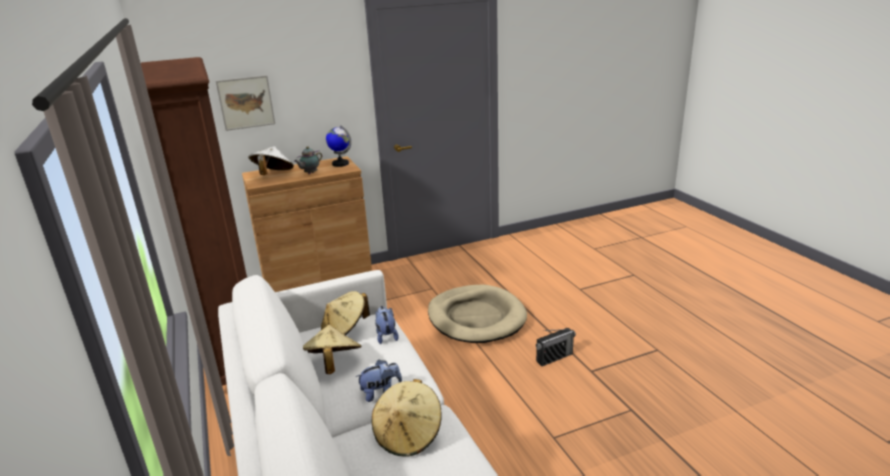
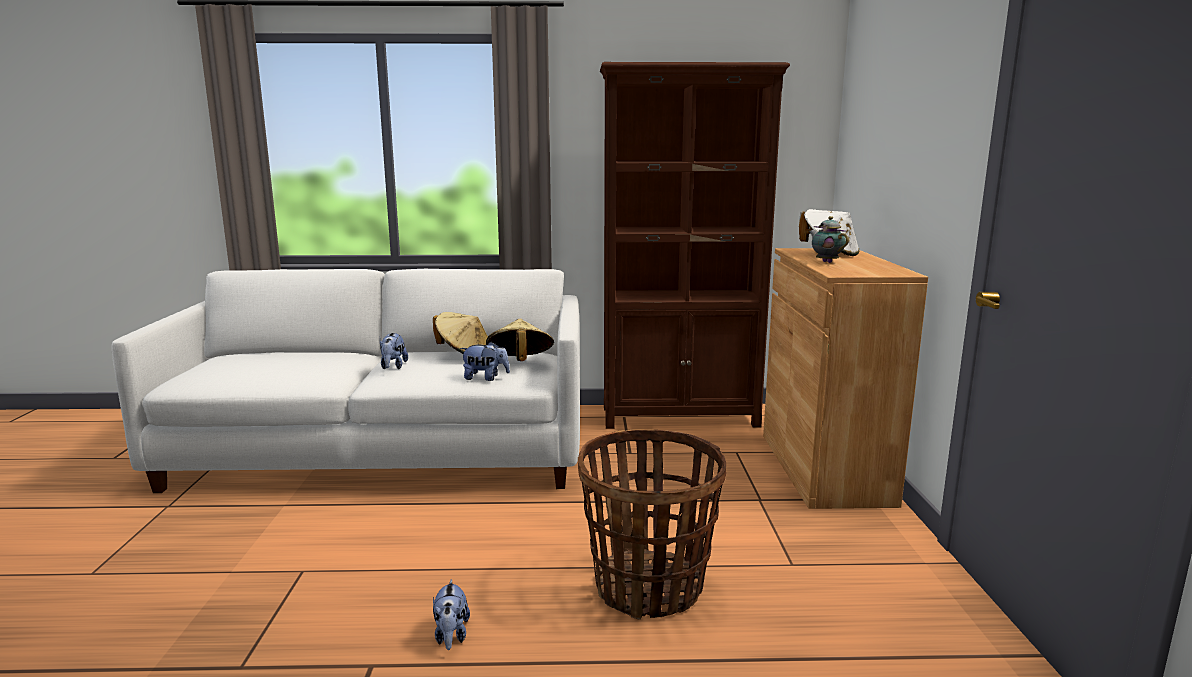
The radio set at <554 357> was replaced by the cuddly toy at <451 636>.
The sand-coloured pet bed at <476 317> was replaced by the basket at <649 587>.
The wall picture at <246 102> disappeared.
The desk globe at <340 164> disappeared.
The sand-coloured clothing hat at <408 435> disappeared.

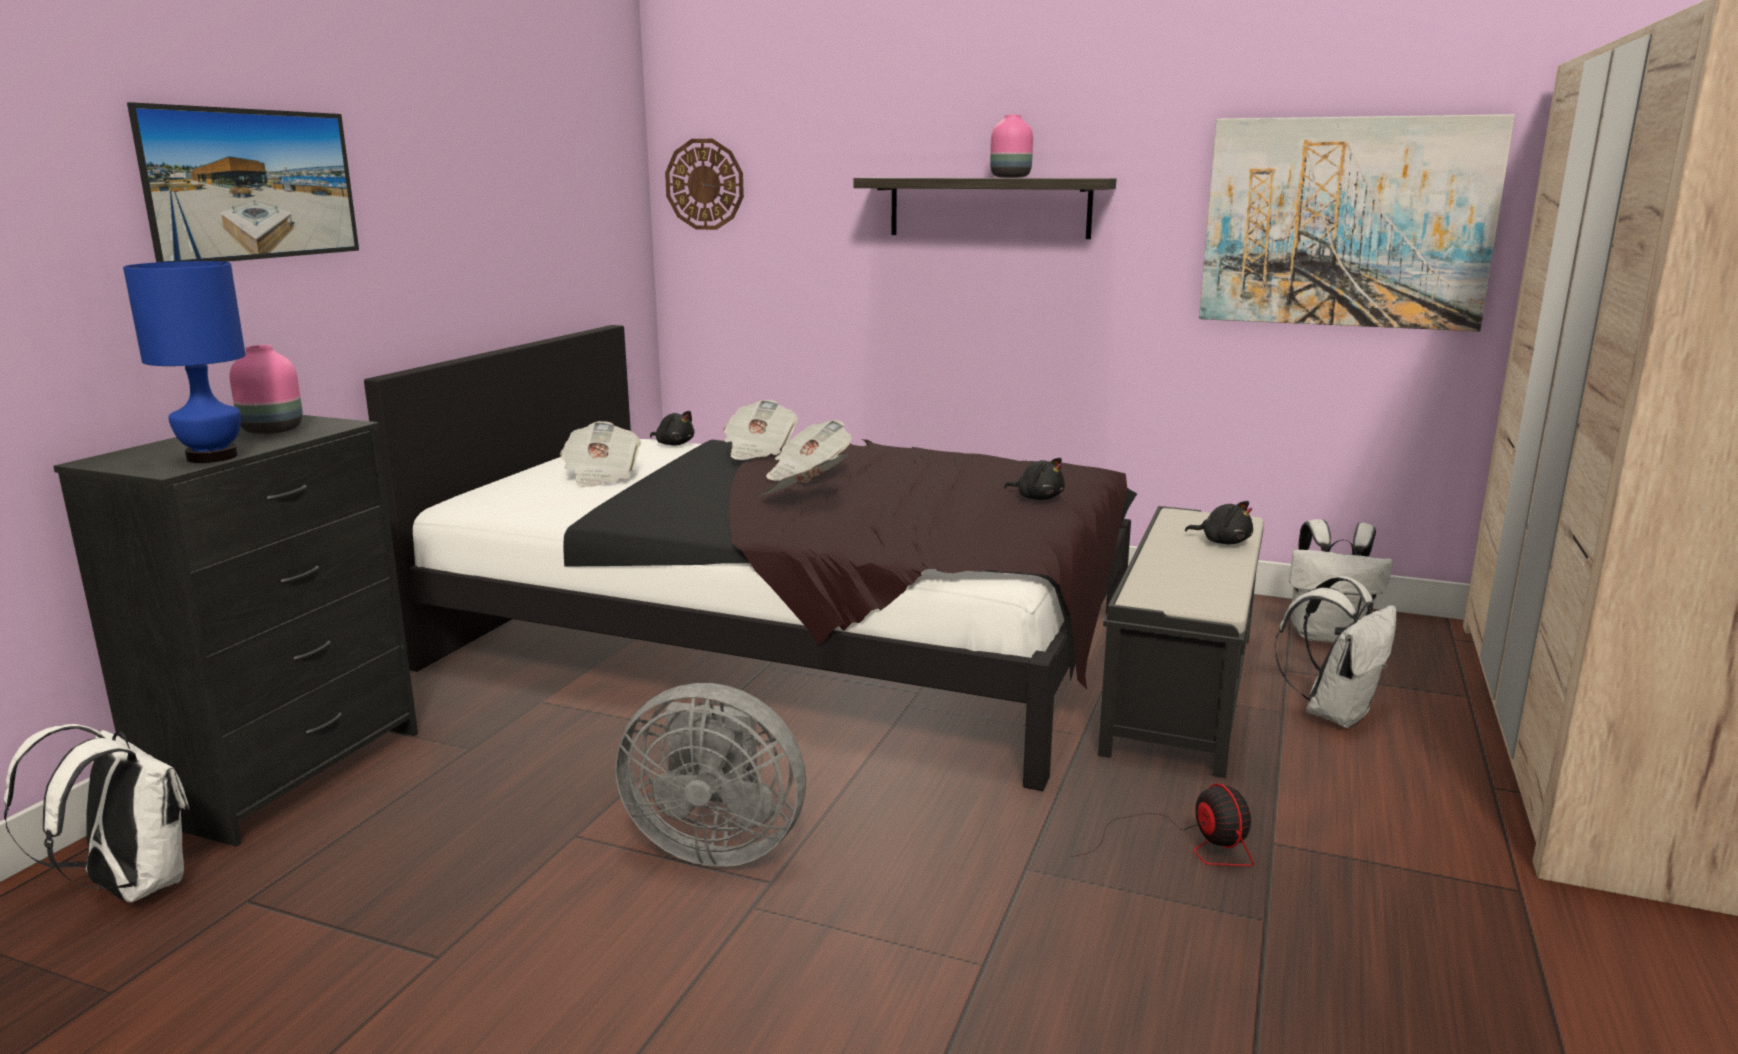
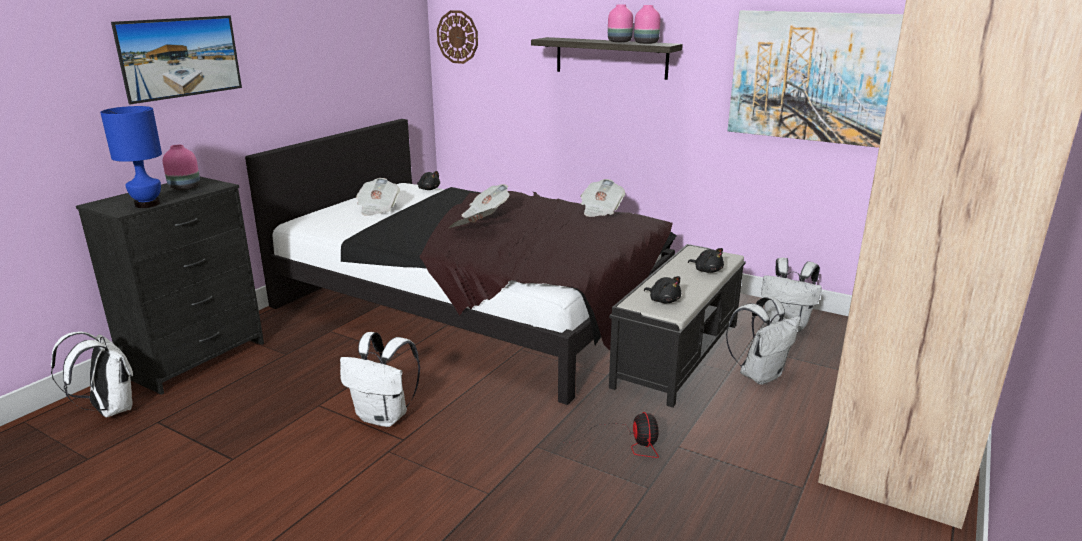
The gray cooling fan at <715 844> was replaced by the whitish knapsack at <384 417>.
The printed paper moved from <758 451> to <600 210>.
The pinkish vase at <645 43> appeared.
The blackish cuddly toy moved from <1037 498> to <663 300>.

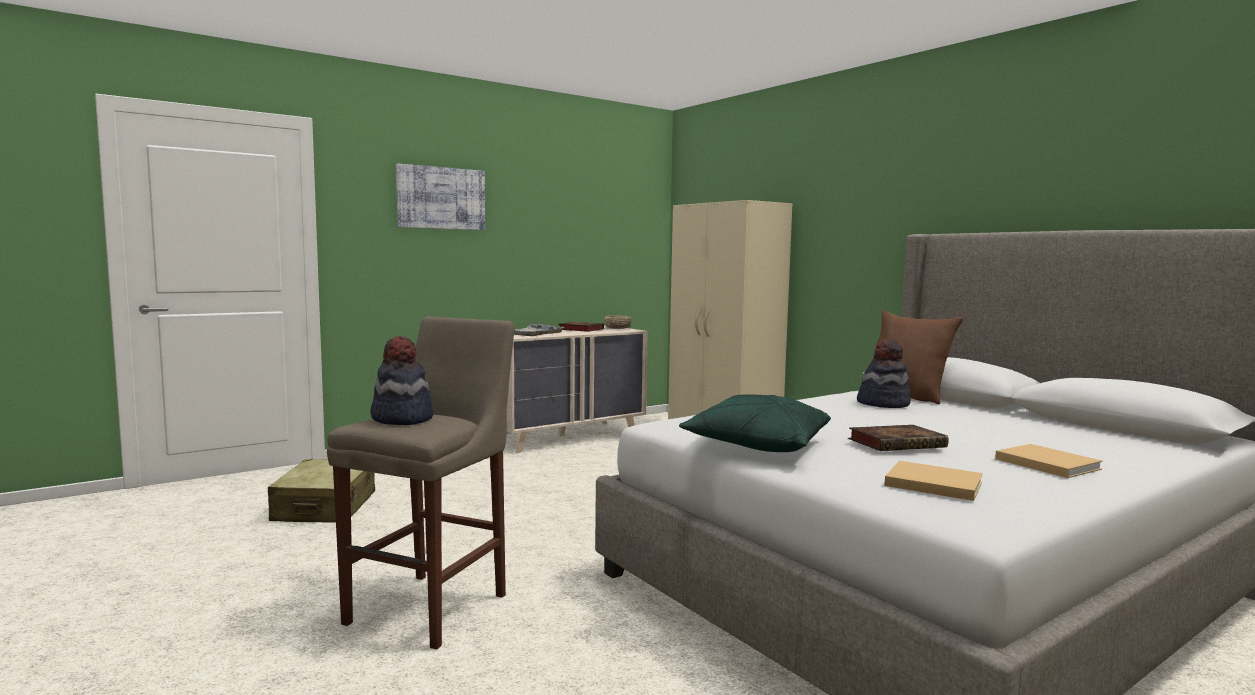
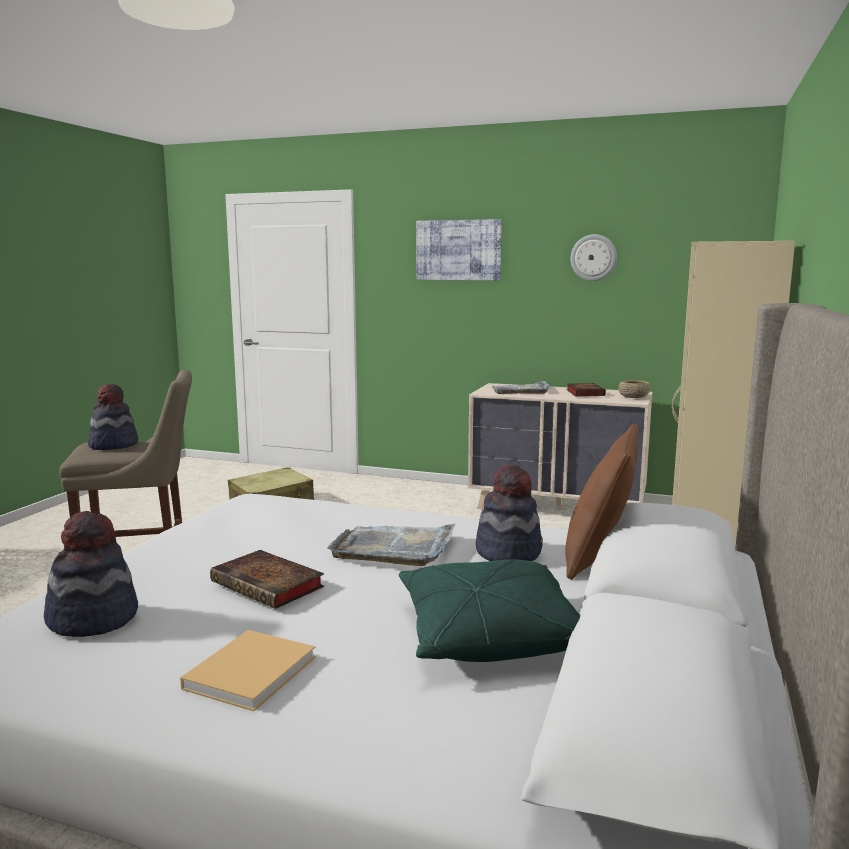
The sand-coloured bound book at <930 483> was replaced by the clothing hat at <93 619>.
The gray tray at <394 547> appeared.
The green throw pillow moved from <757 445> to <488 635>.
The hanging clock at <593 257> appeared.

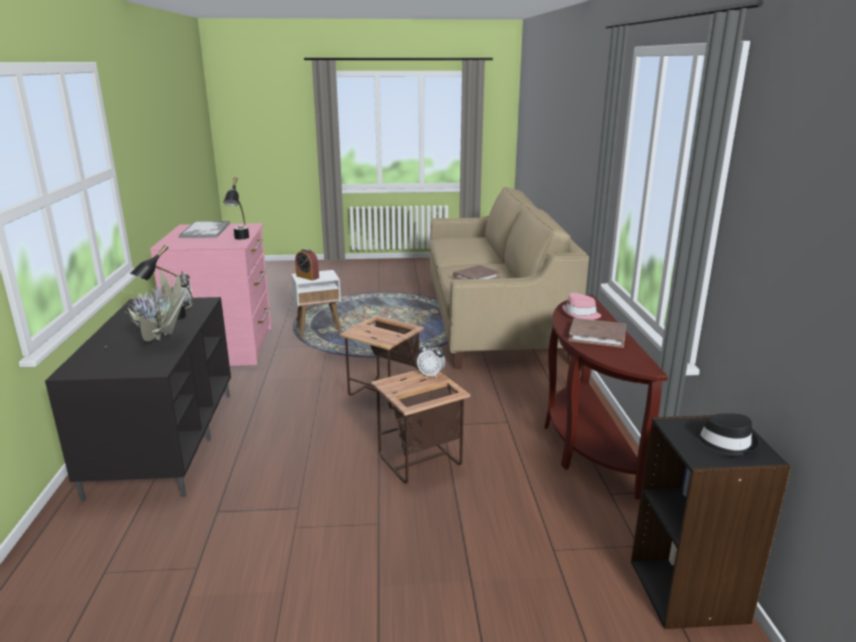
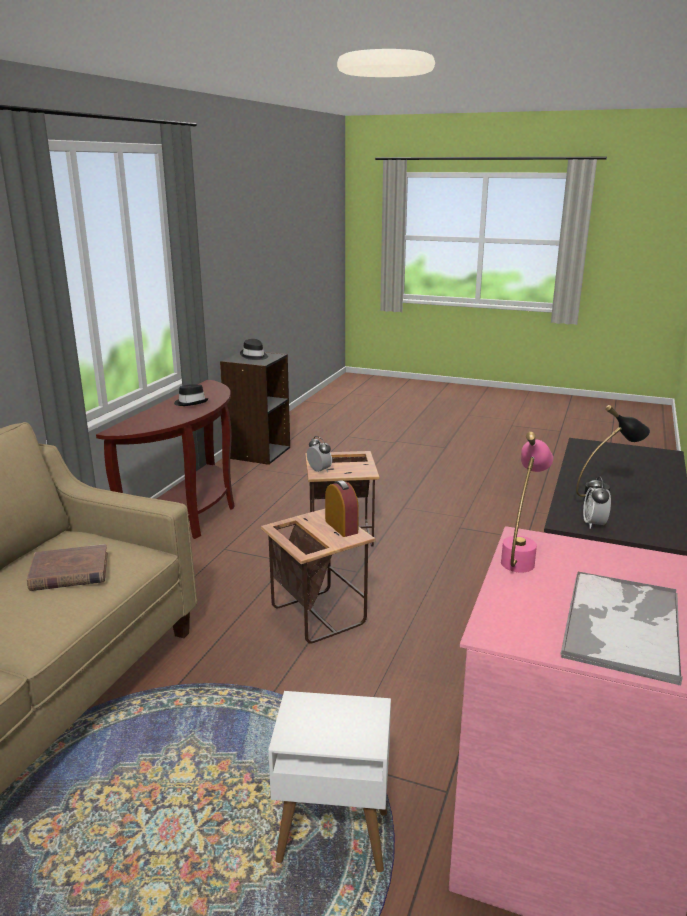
The brown bound book at <597 335> was replaced by the blackish clothing hat at <191 402>.
The table clock moved from <307 277> to <341 527>.
The blackish table lamp at <240 239> became the pinkish table lamp at <521 556>.
The plant in a pot at <161 344> disappeared.
The pinkish clothing hat at <580 314> disappeared.

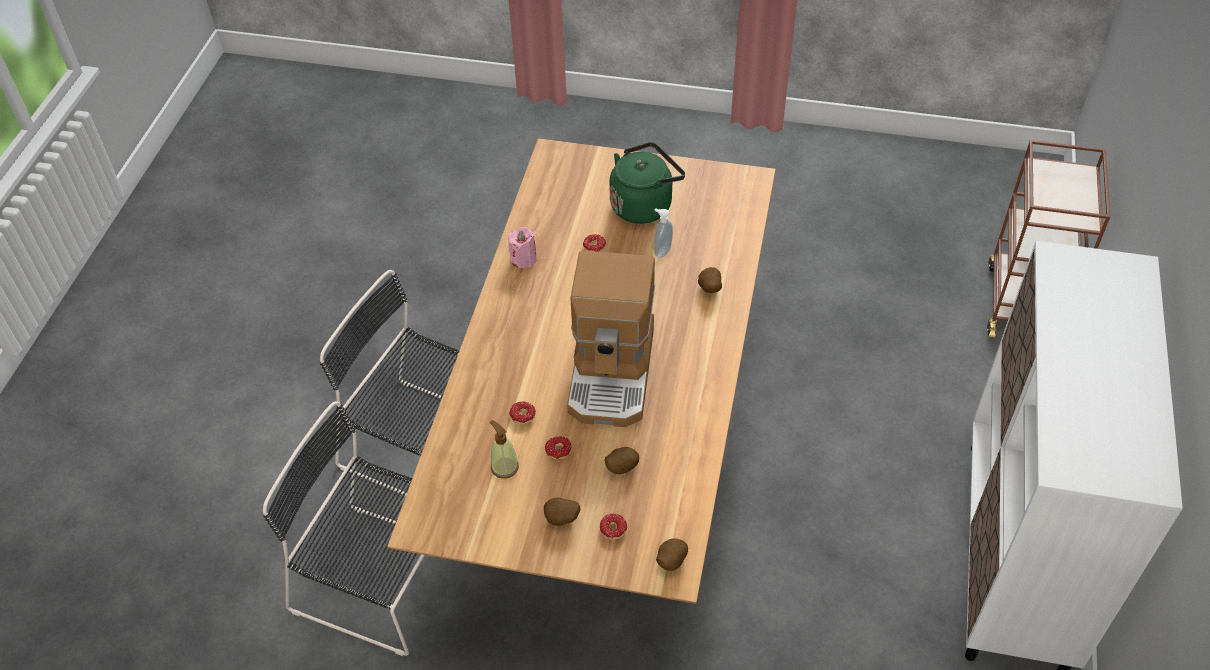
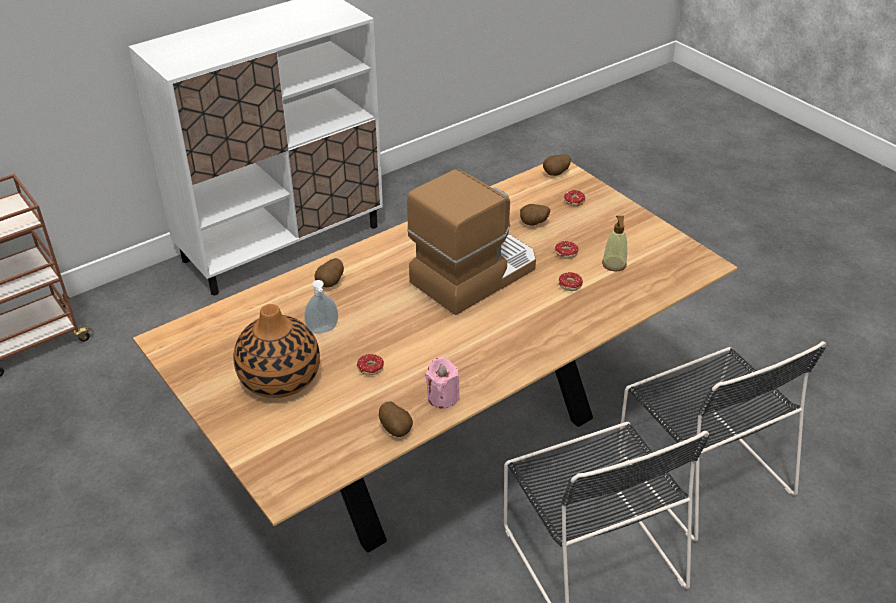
The green tea kettle at <644 204> was replaced by the vase at <279 377>.
The spud moved from <562 520> to <397 429>.

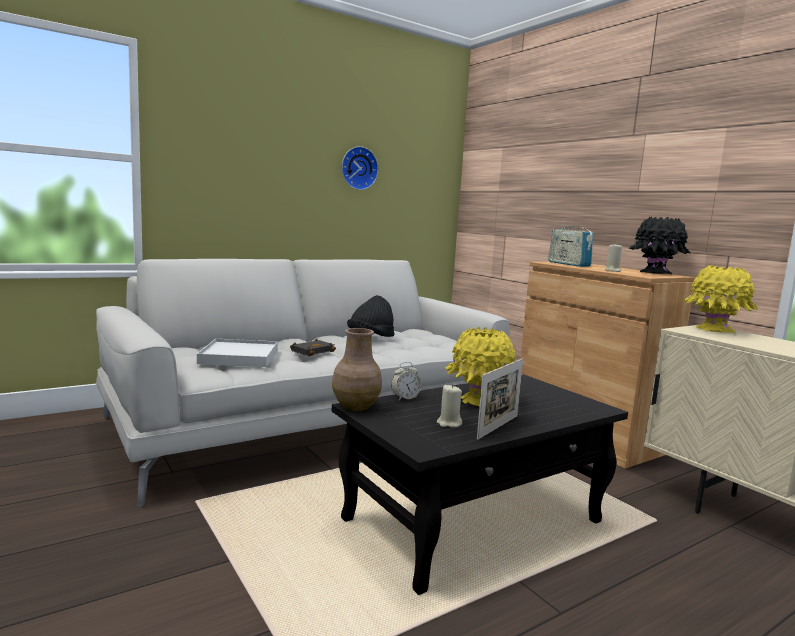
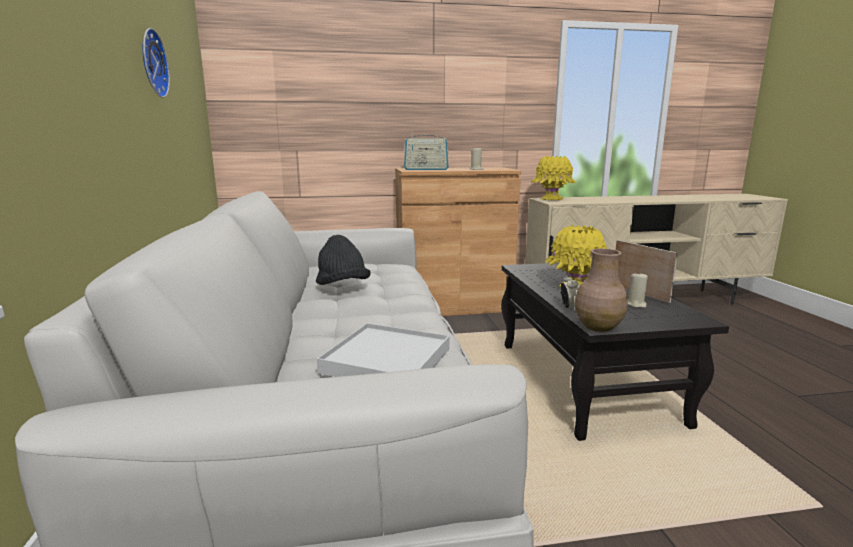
The blackish bound book at <312 351> disappeared.
The blackish vase at <656 273> disappeared.

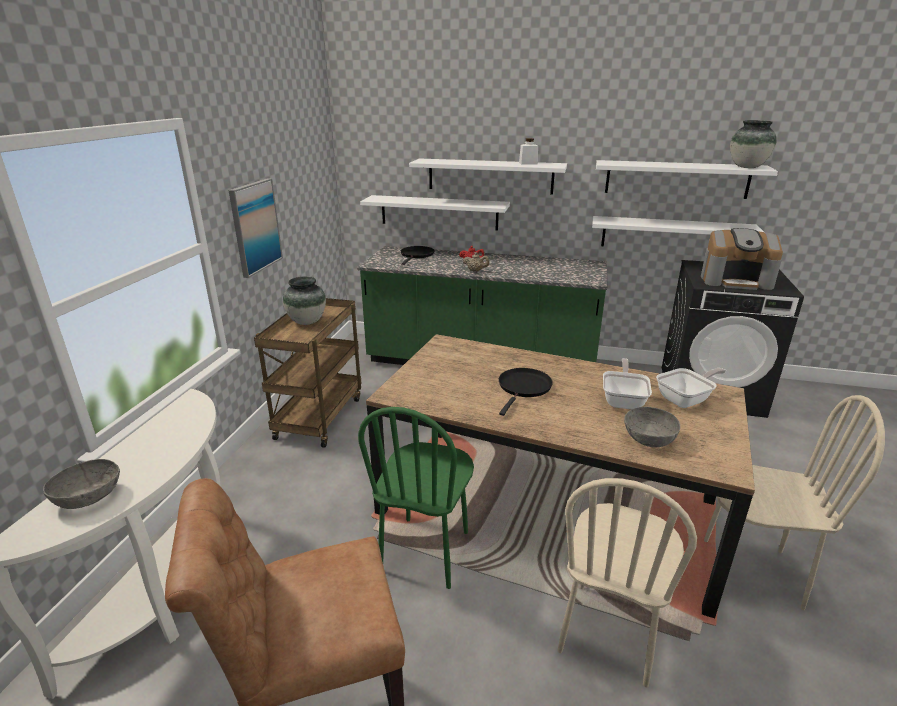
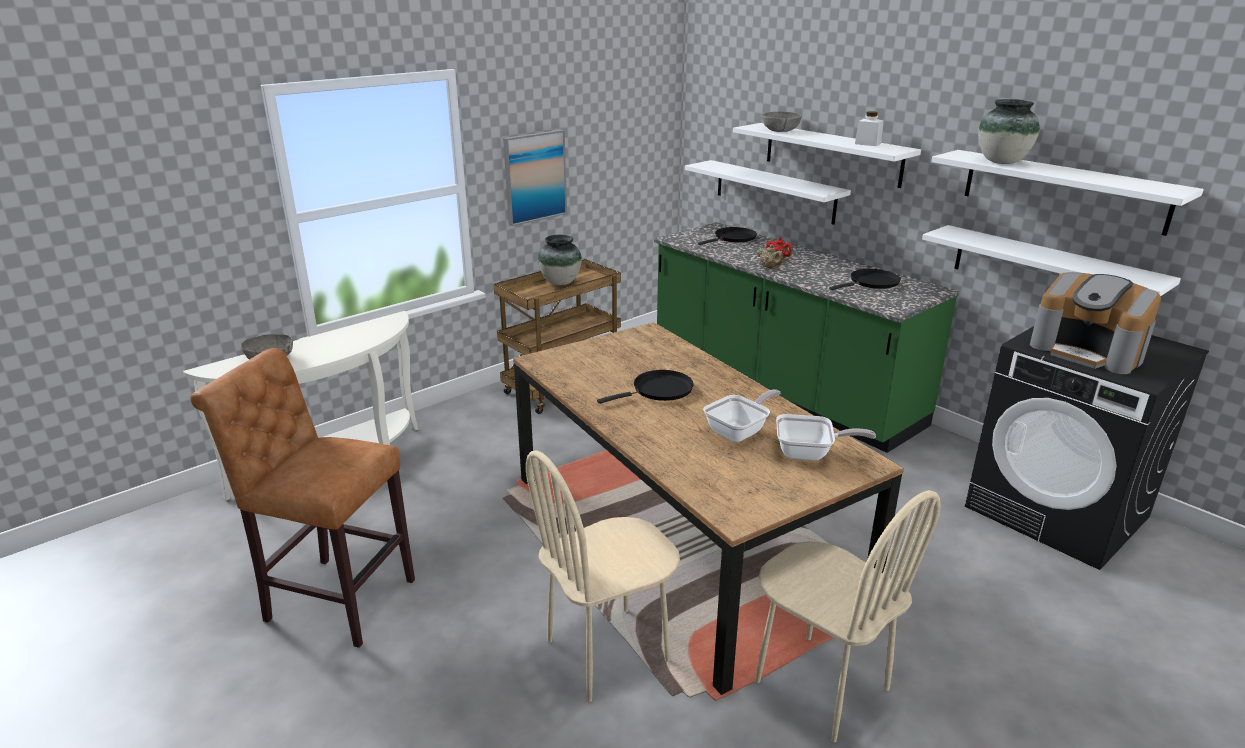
The gray serving bowl moved from <649 438> to <780 130>.
The blackish frying pan at <872 283> appeared.
The vase moved from <747 167> to <1001 162>.
The green plain chair at <425 551> disappeared.

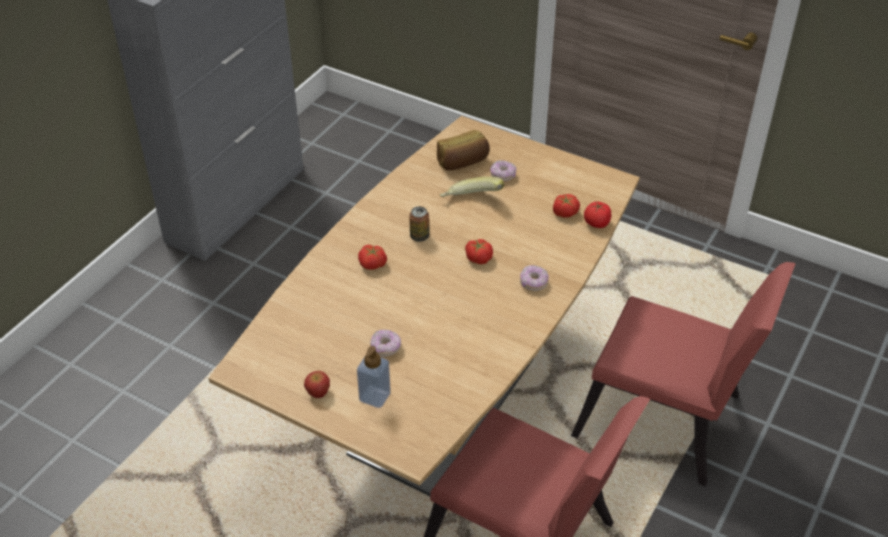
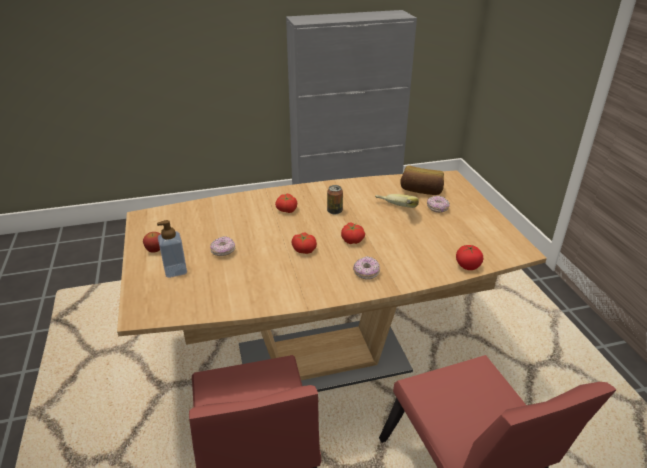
The whole tomato moved from <564 212> to <304 249>.

